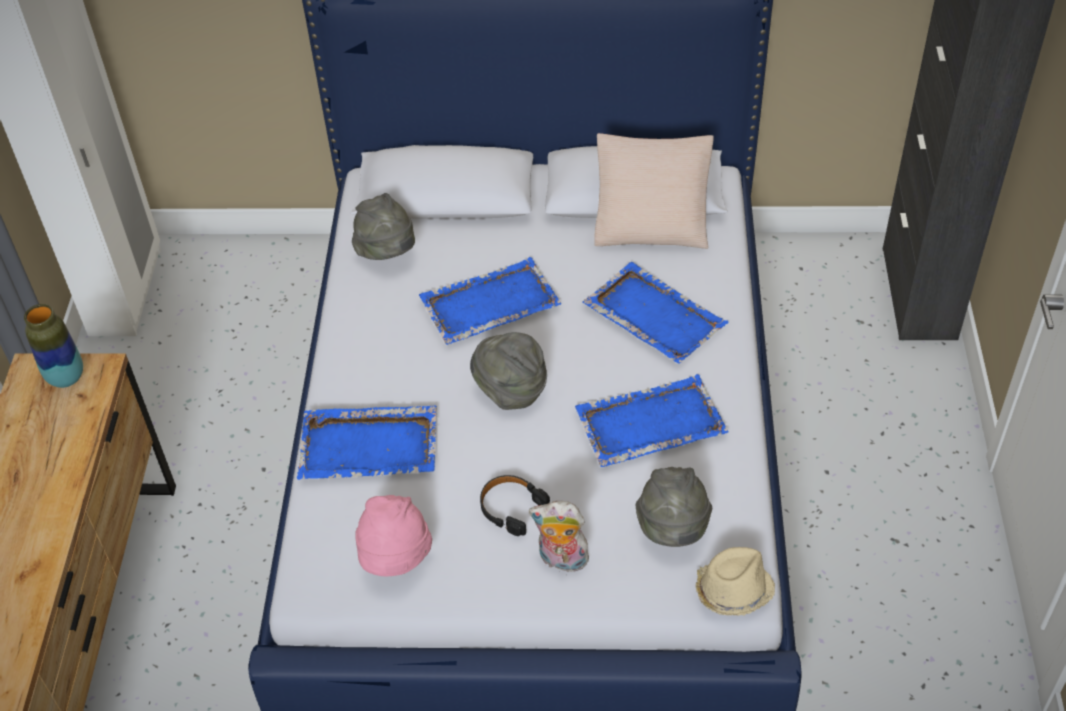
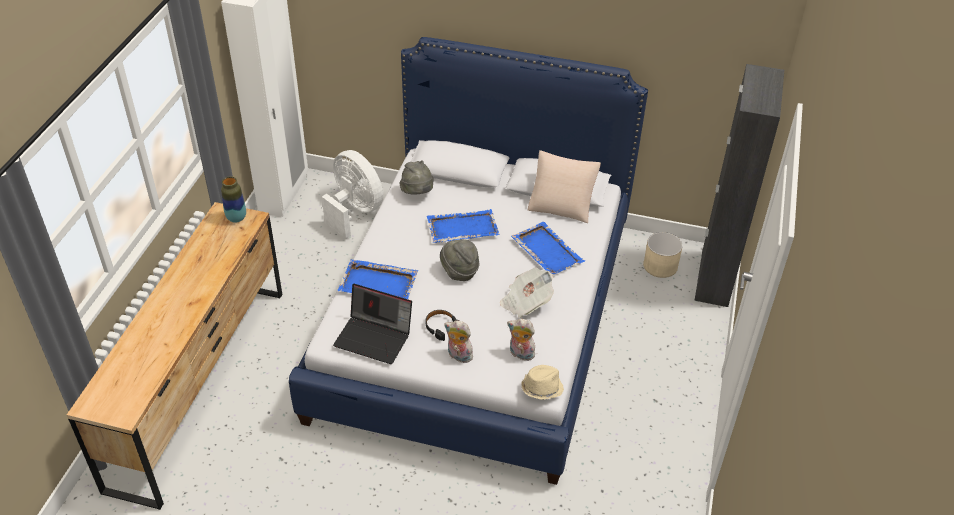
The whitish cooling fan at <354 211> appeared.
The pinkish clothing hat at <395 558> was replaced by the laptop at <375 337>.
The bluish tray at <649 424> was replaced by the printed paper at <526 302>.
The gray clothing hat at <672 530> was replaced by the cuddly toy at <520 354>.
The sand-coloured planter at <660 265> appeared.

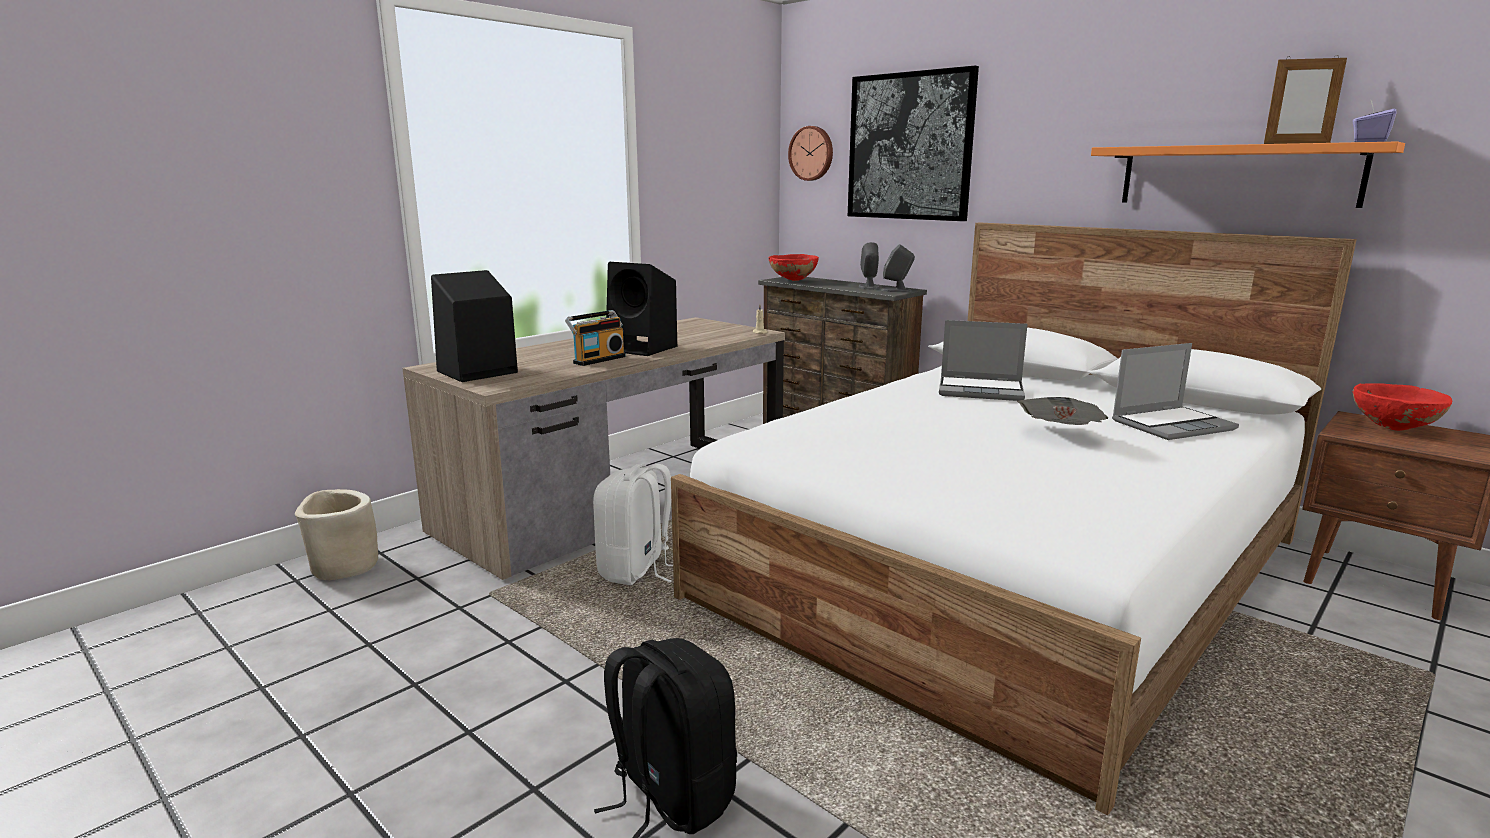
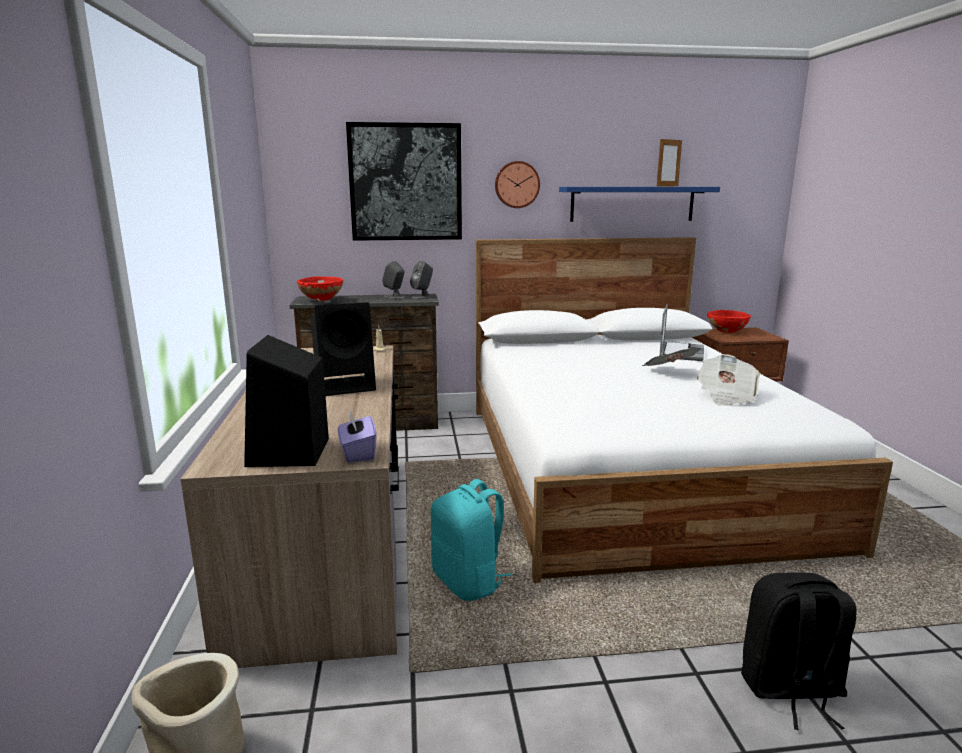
The purplish tissue box moved from <1368 142> to <357 453>.
The whitish knapsack at <636 570> became the turquoise knapsack at <468 582>.
The hanging clock moved from <812 153> to <517 184>.
The orange shelf at <1237 175> became the bluish shelf at <632 204>.
The printed paper at <726 396> appeared.
The radio set at <598 359> disappeared.
The laptop at <982 390> disappeared.

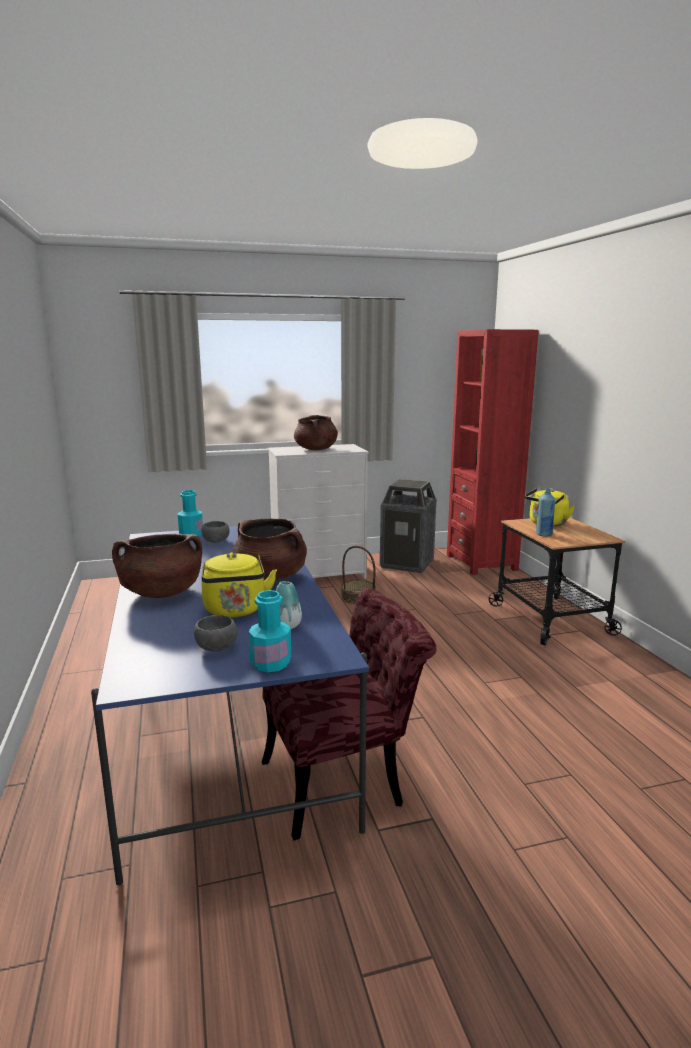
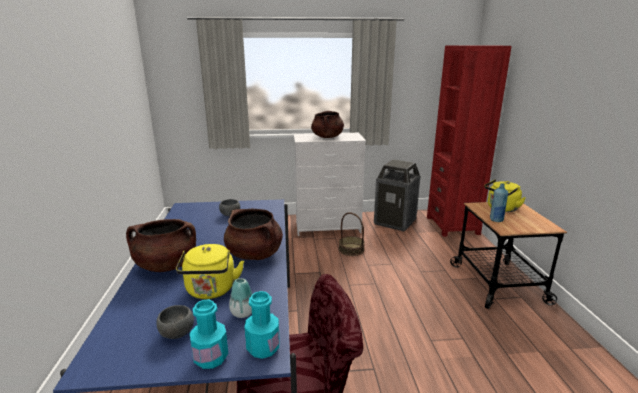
The turquoise bottle moved from <191 534> to <263 348>.

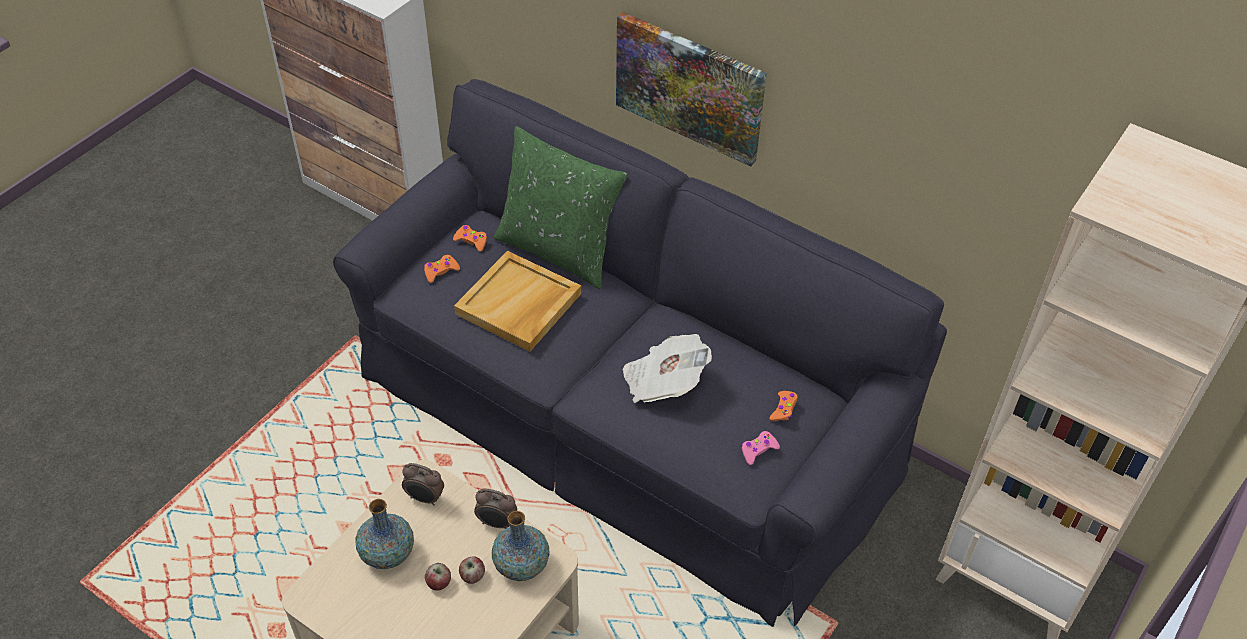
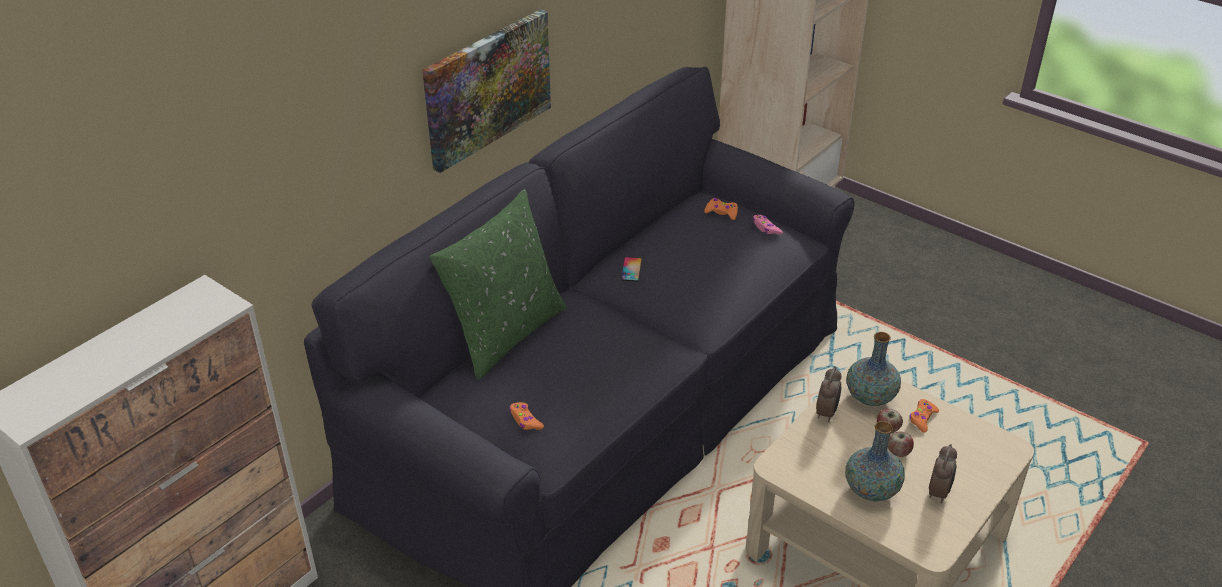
The handset at <631 269> appeared.
The orange joypad moved from <471 241> to <922 418>.
The table clock moved from <425 498> to <939 492>.
The sand-coloured tray at <518 305> disappeared.
The printed paper at <663 382> disappeared.

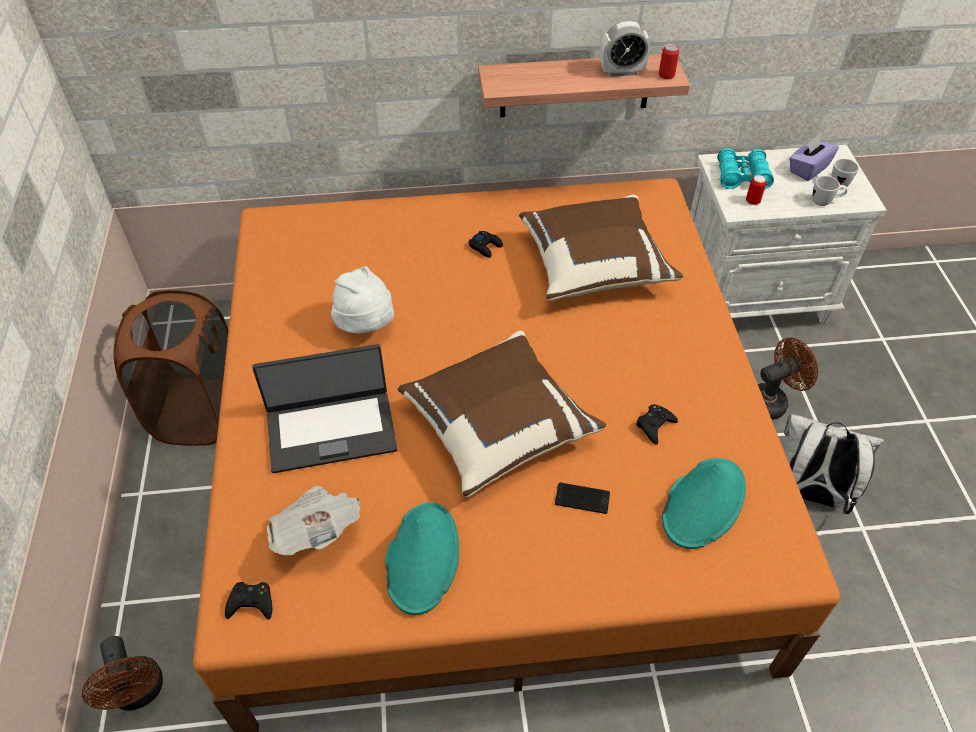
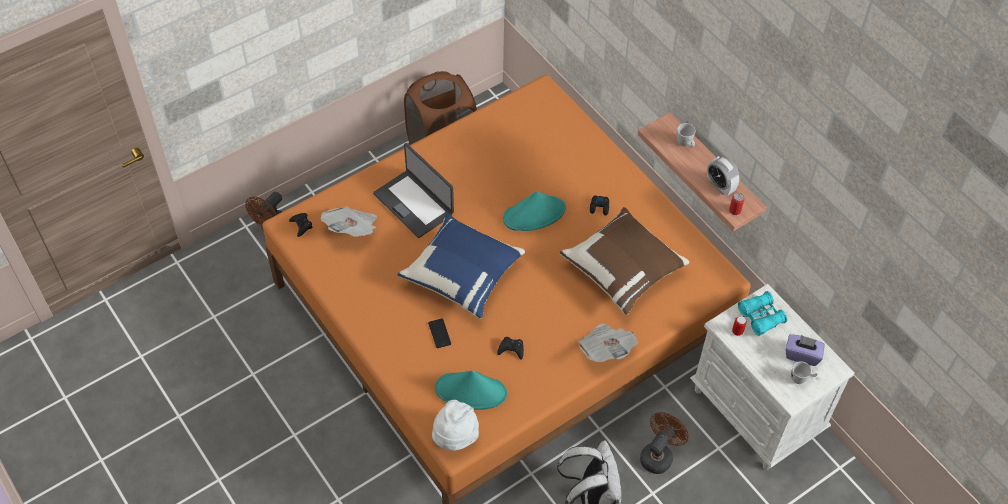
The brown throw pillow at <497 426> became the bluish throw pillow at <463 275>.
The whitish clothing hat moved from <366 325> to <455 437>.
The turquoise clothing hat moved from <422 557> to <534 214>.
The printed paper at <606 350> appeared.
The brown cooling fan at <771 401> turned 90 degrees counterclockwise.
The whitish tea mug moved from <825 202> to <685 144>.

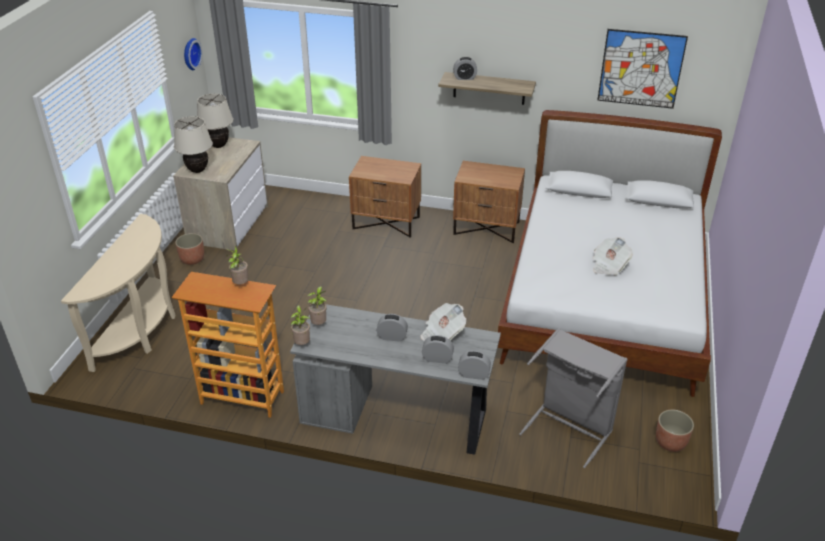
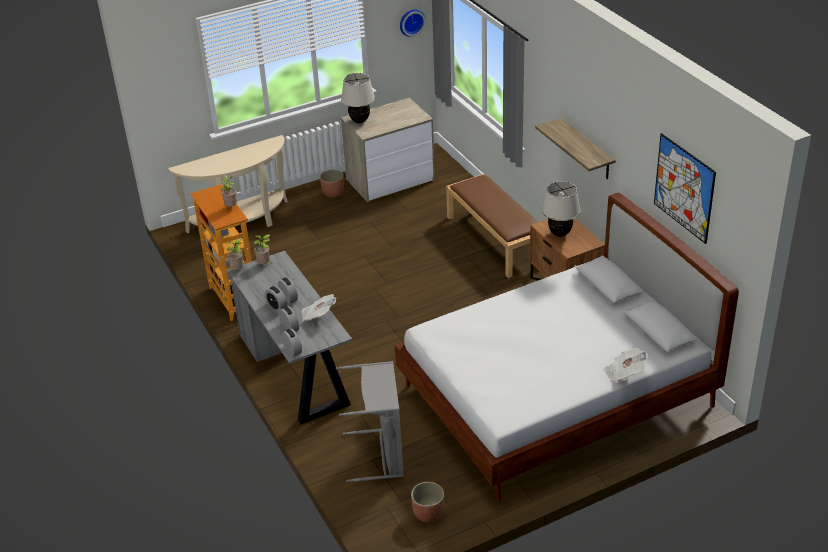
The table clock moved from <464 78> to <277 307>.
The brown nightstand at <386 222> was replaced by the brown indoor bench at <496 240>.
The sand-coloured table lamp moved from <218 146> to <559 234>.
The printed paper moved from <609 265> to <624 373>.

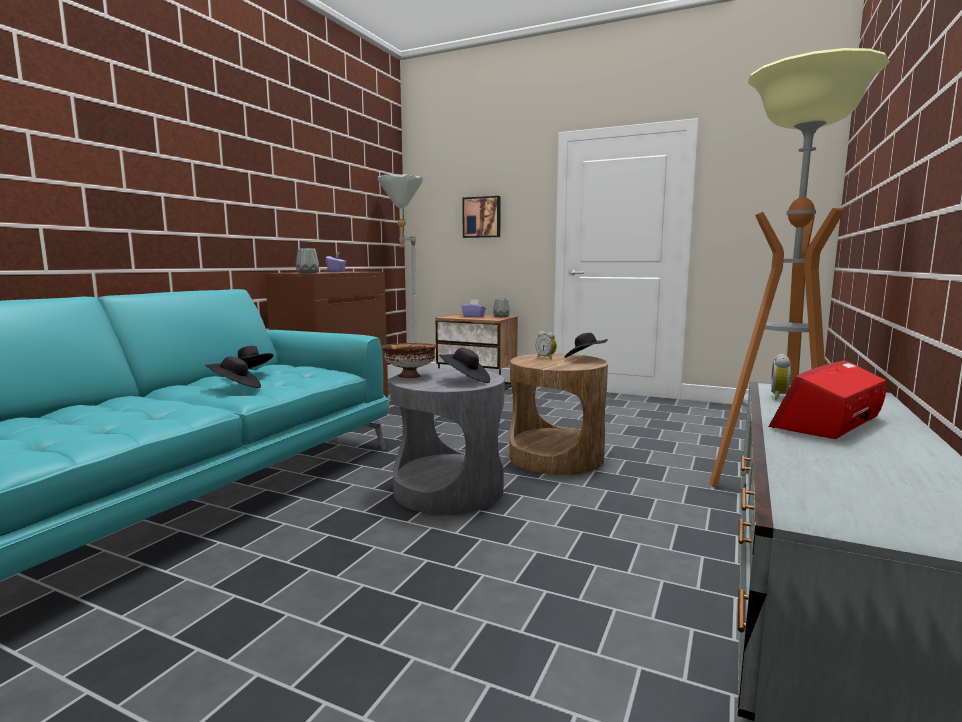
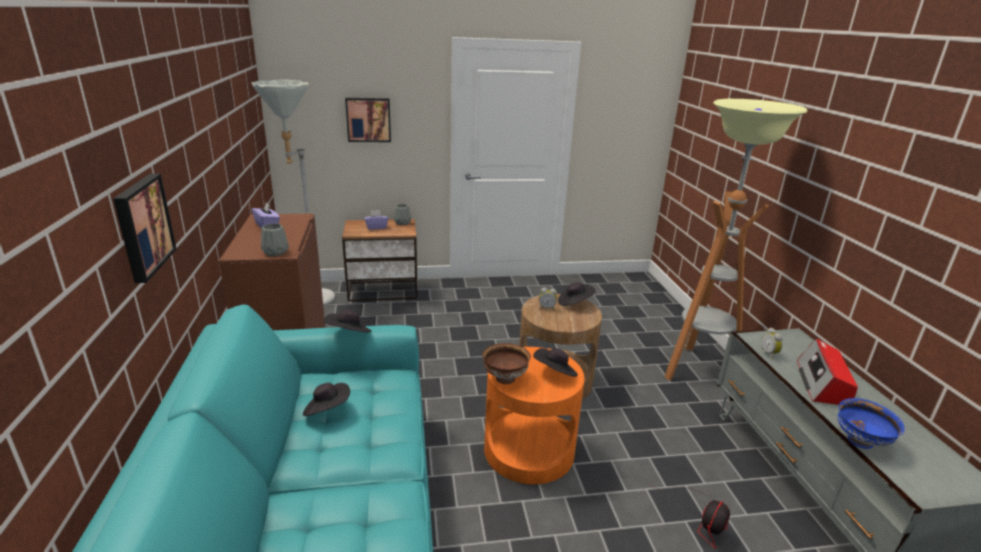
The wall picture at <142 226> appeared.
The blackish clothing hat moved from <235 388> to <349 334>.
The gray accent table at <449 490> became the orange accent table at <529 450>.
The cooling fan at <702 520> appeared.
The bluish serving bowl at <861 442> appeared.

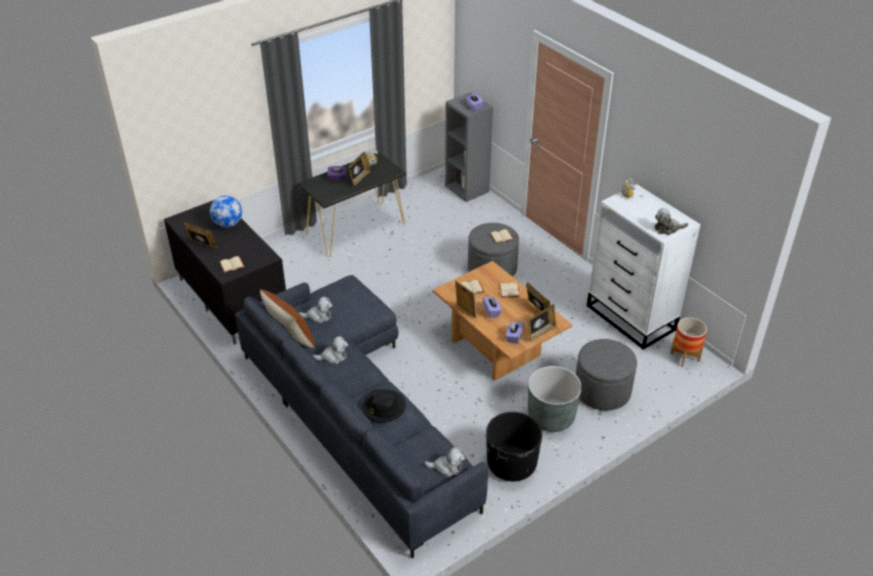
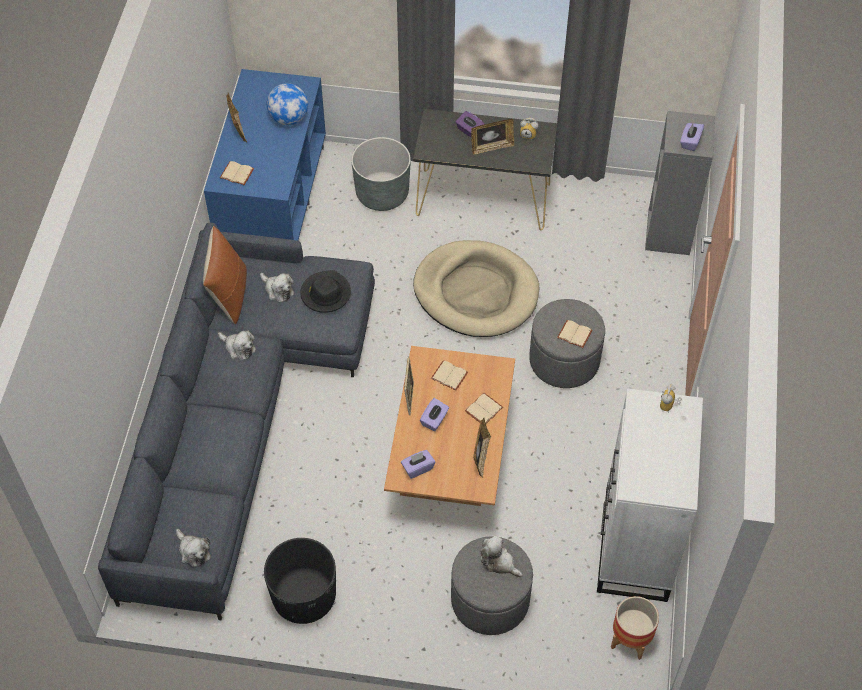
The blackish tv unit at <231 299> became the bluish tv unit at <272 198>.
The blackish clothing hat moved from <383 407> to <325 294>.
The gray planter moved from <551 417> to <382 193>.
The sand-coloured pet bed at <476 292> appeared.
The cuddly toy moved from <667 228> to <499 562>.
The standing frame at <540 333> disappeared.

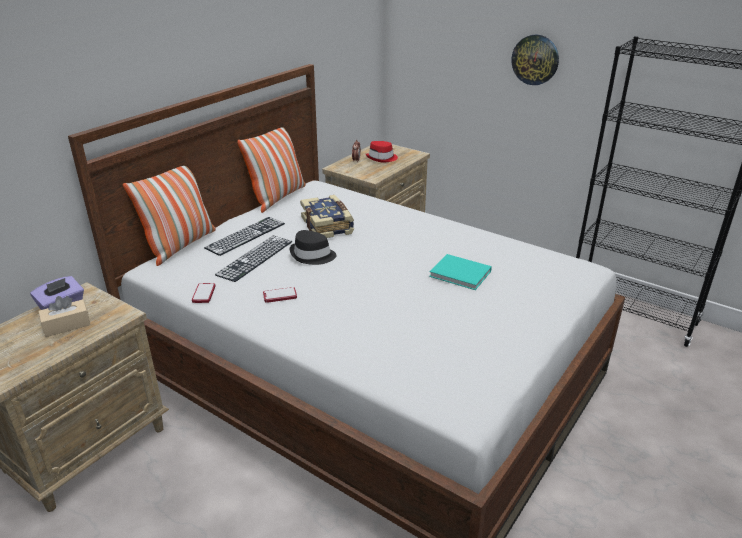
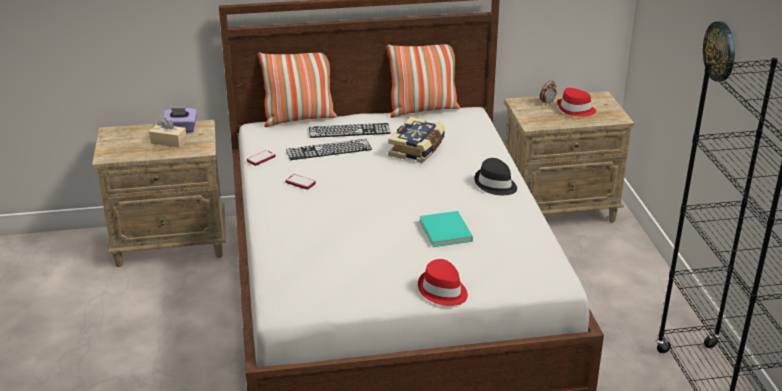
The red clothing hat at <442 291> appeared.
The blackish clothing hat moved from <312 256> to <495 185>.

